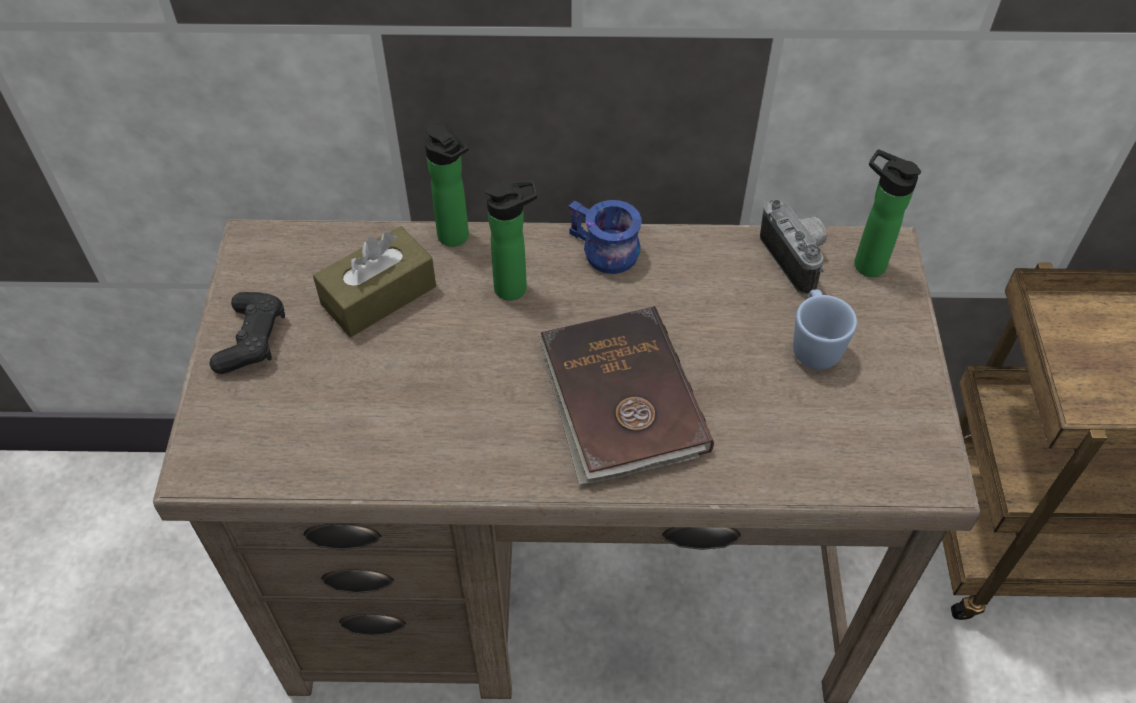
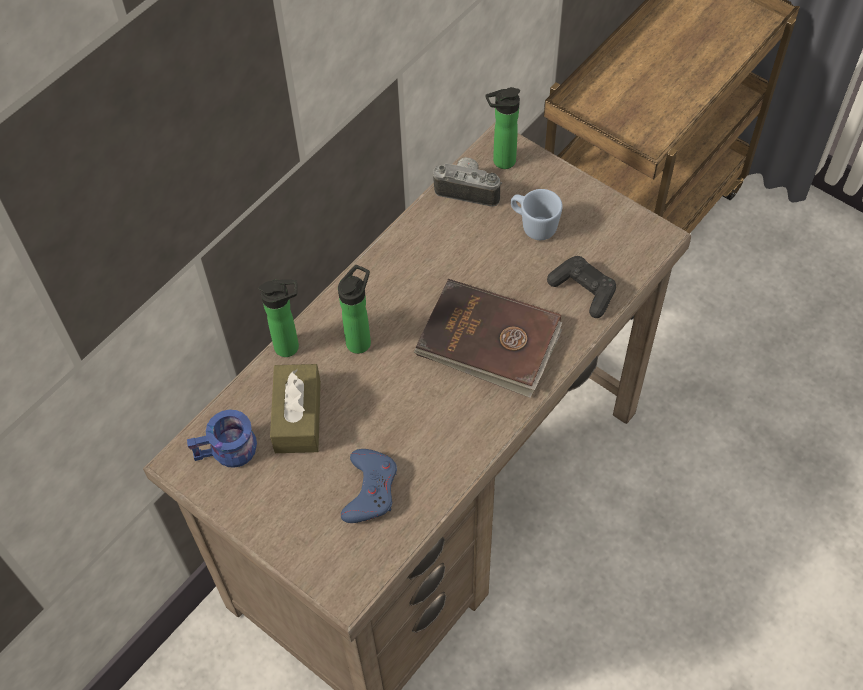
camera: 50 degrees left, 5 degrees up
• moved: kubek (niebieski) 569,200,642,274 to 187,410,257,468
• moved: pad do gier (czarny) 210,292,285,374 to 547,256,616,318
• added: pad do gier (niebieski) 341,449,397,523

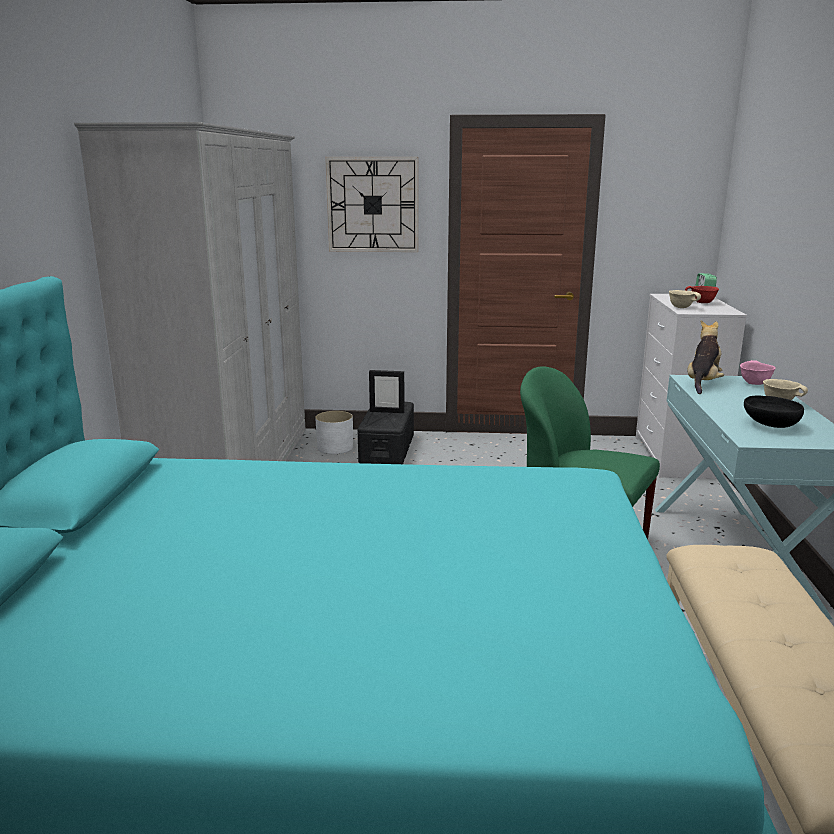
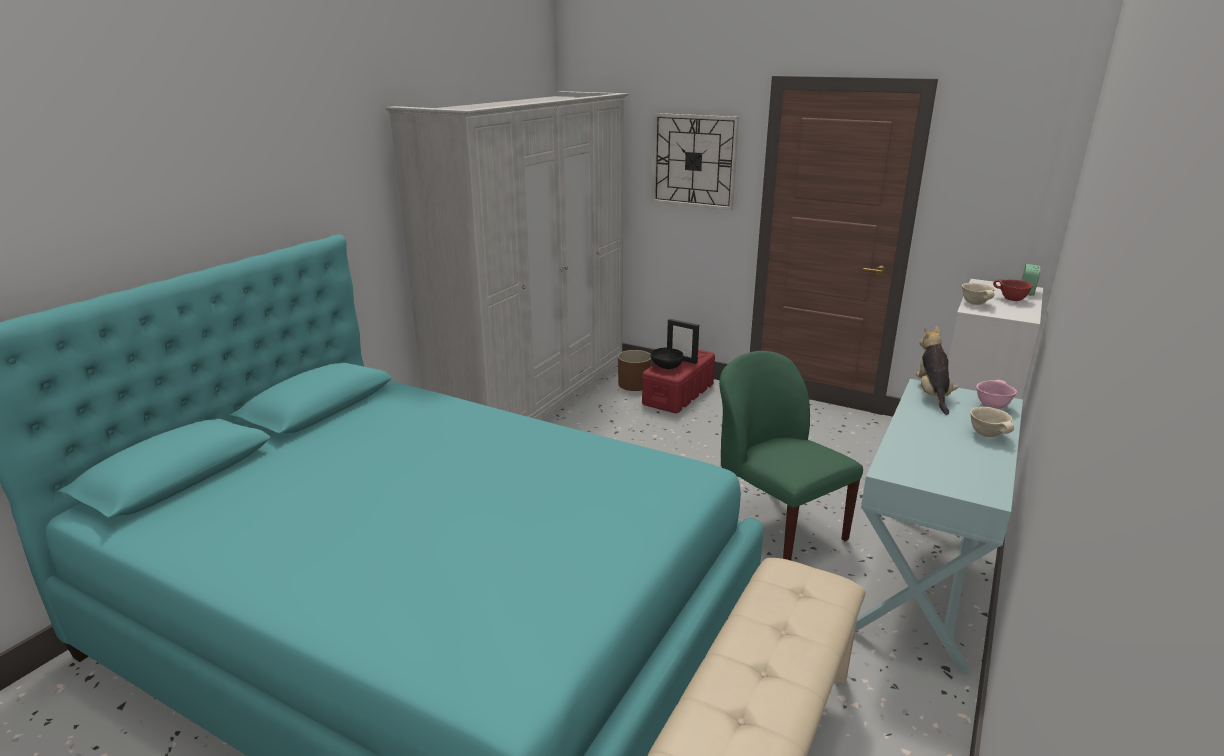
camera: 25 degrees right, 5 degrees up
• turned: pluszak 688,321,724,394 = 916,326,958,415 45 degrees counterclockwise
• moved: miska (czarny) 744,395,804,428 to 650,348,684,369
• recoloured: pojemnik do przechowywania (czarny) 358,402,414,464 to pojemnik do przechowywania (czerwony) 642,350,715,413
• recoloured: donica (biały) 315,411,353,454 to donica (brązowy) 618,350,652,391

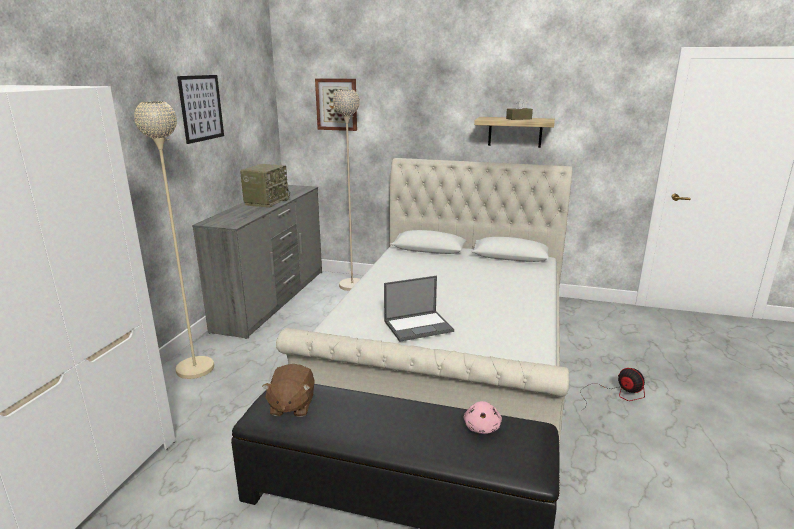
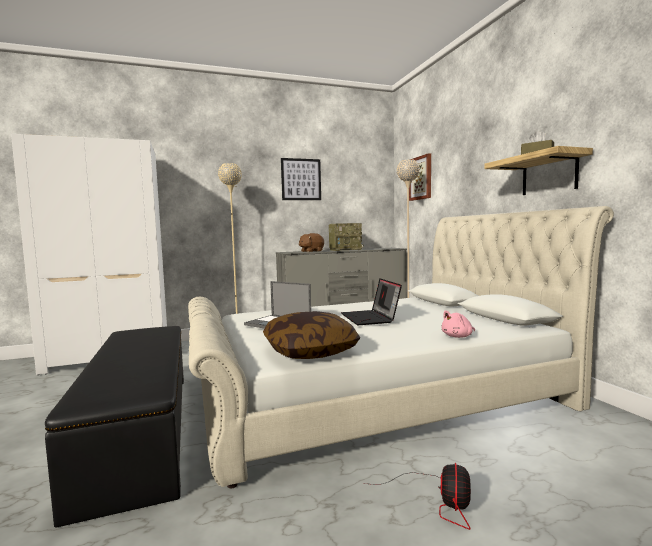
camera: 55 degrees right, 15 degrees down
• moved: pluszak (brązowy) 262,364,315,417 to 299,233,324,252
• moved: pluszak (różowy) 464,401,502,434 to 441,310,475,338
• added: laptop 341,278,402,325
• added: poduszka 263,311,360,359

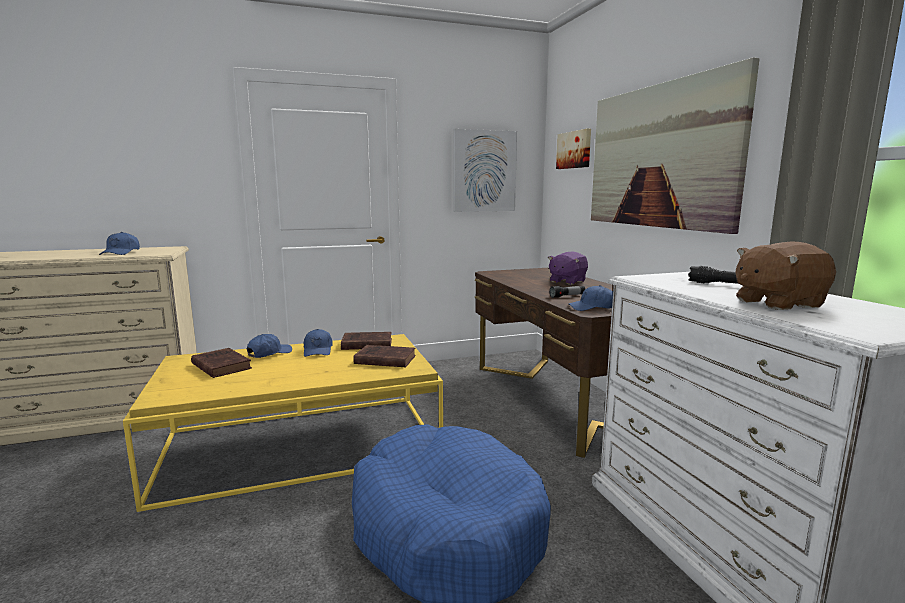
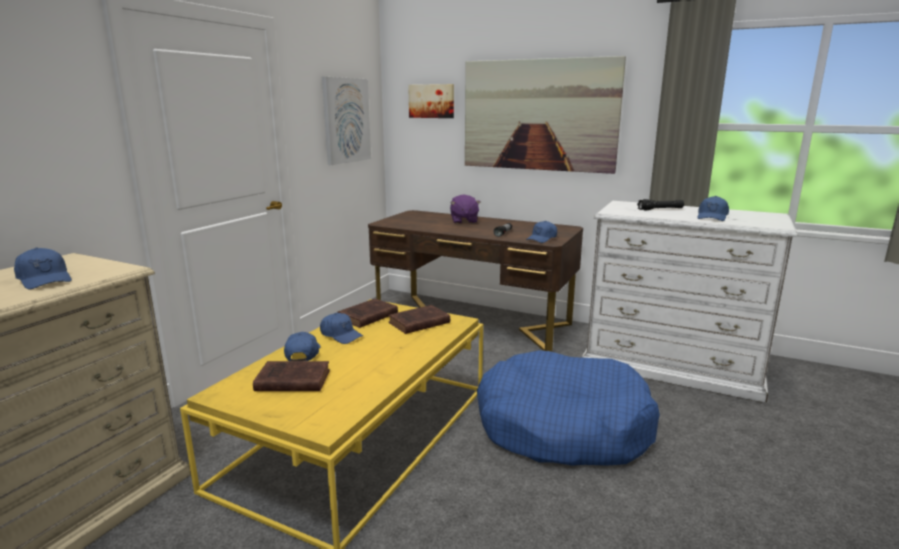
camera: 45 degrees left, 5 degrees up
• replaced: pluszak (brązowy) 735,242,836,310 to czapka z daszkiem (niebieski) 697,196,729,221

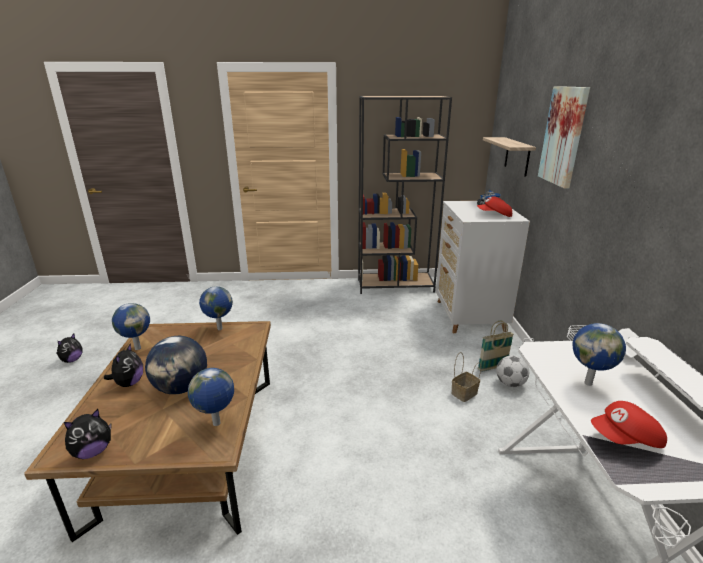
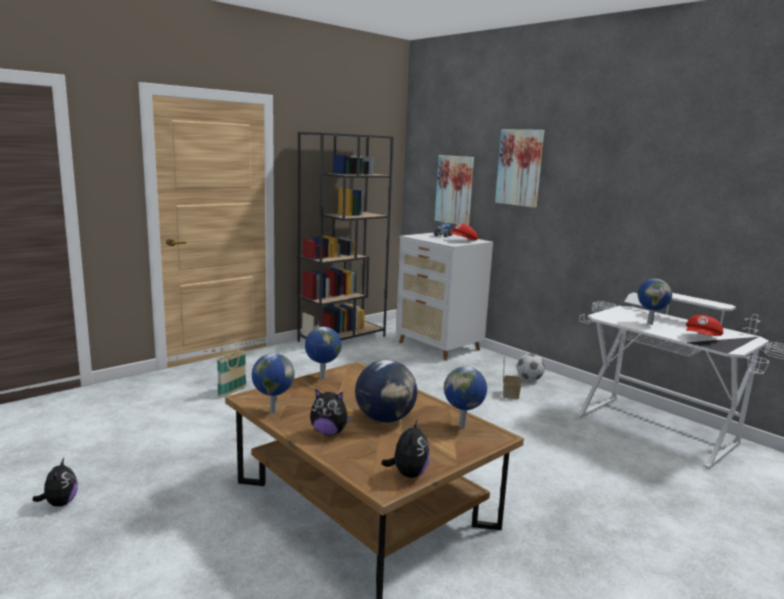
camera: 40 degrees left, 10 degrees down
• replaced: półka 483,137,536,177 to obraz 435,155,474,226
• moved: koszyk 478,321,514,371 to 217,339,247,398
• turned: pluszak 104,343,143,387 = 310,388,353,436 135 degrees clockwise

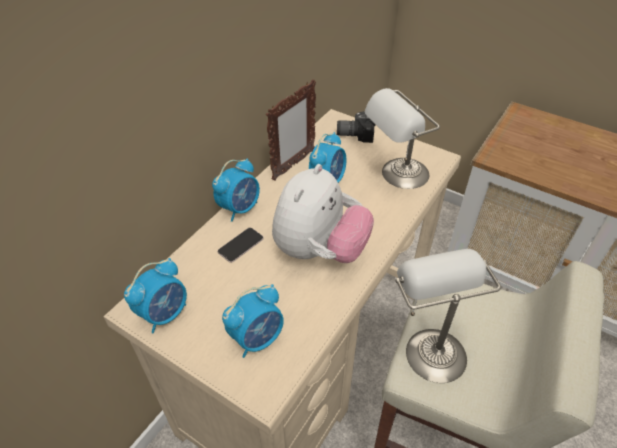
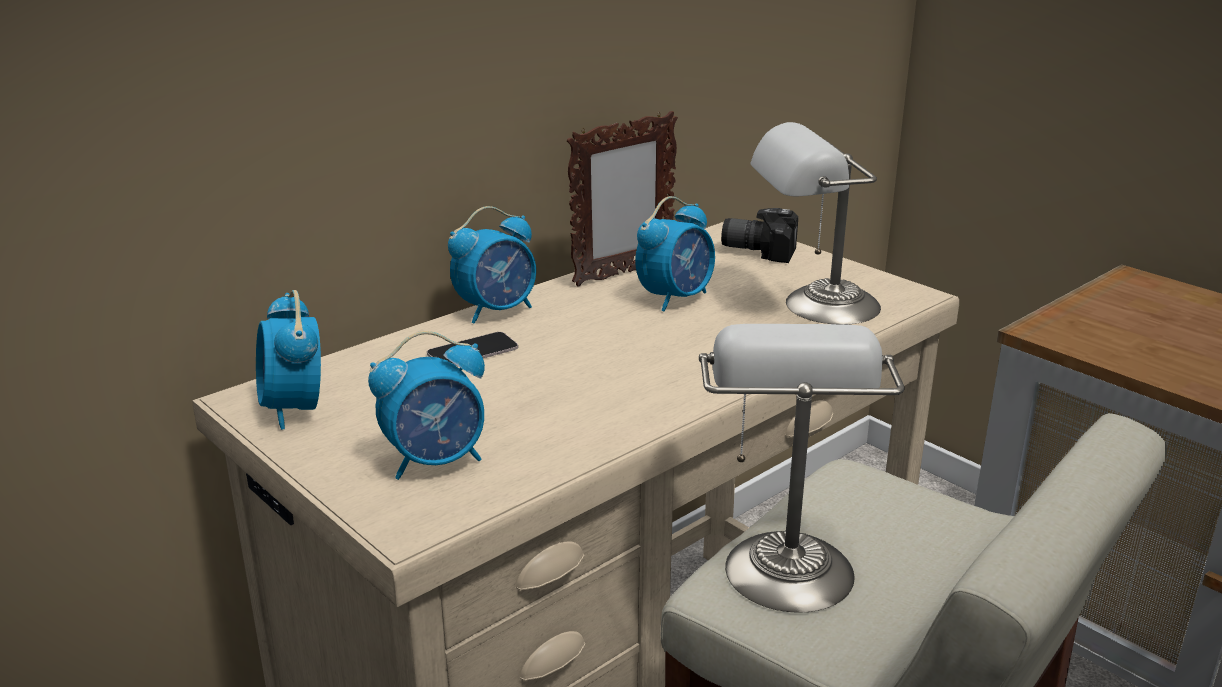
camera: 15 degrees right, 20 degrees down
• removed: pluszak 272,164,374,263
• turned: budzik 124,258,187,333 = 256,290,321,430 105 degrees clockwise

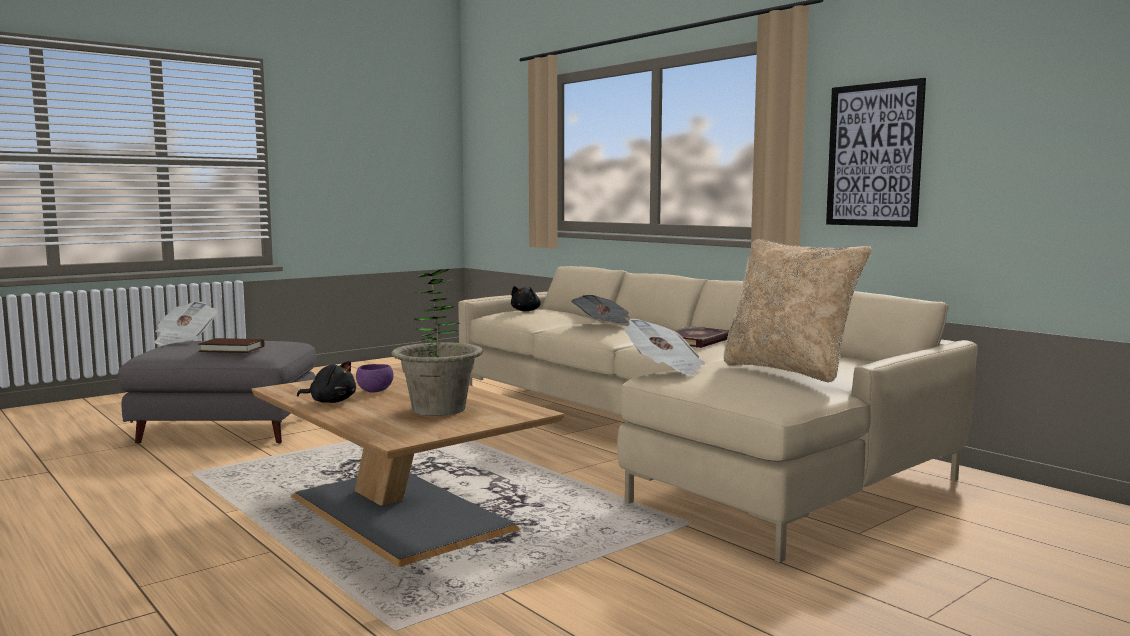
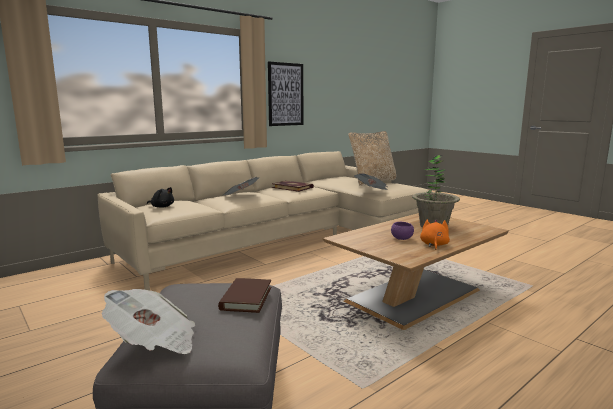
camera: 90 degrees left, 5 degrees up
• recoloured: pluszak (czarny) 297,361,356,403 to pluszak (pomarańczowy) 420,219,450,250

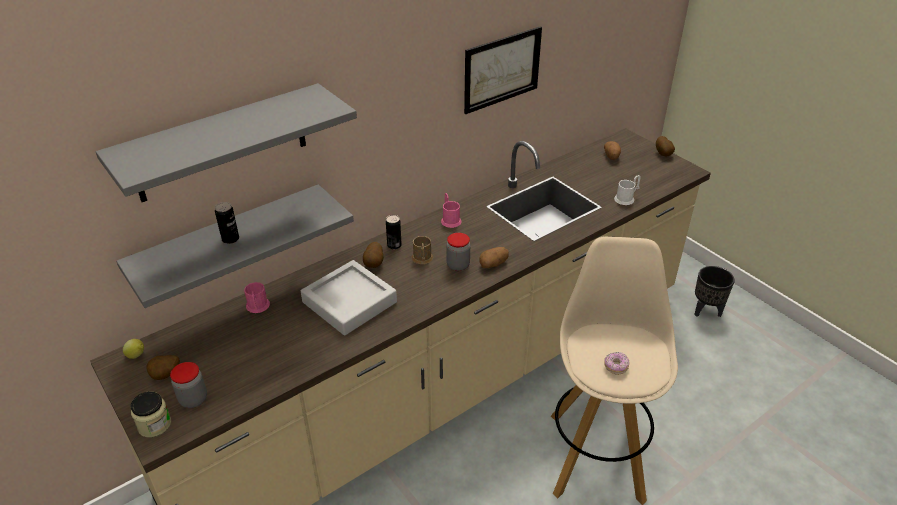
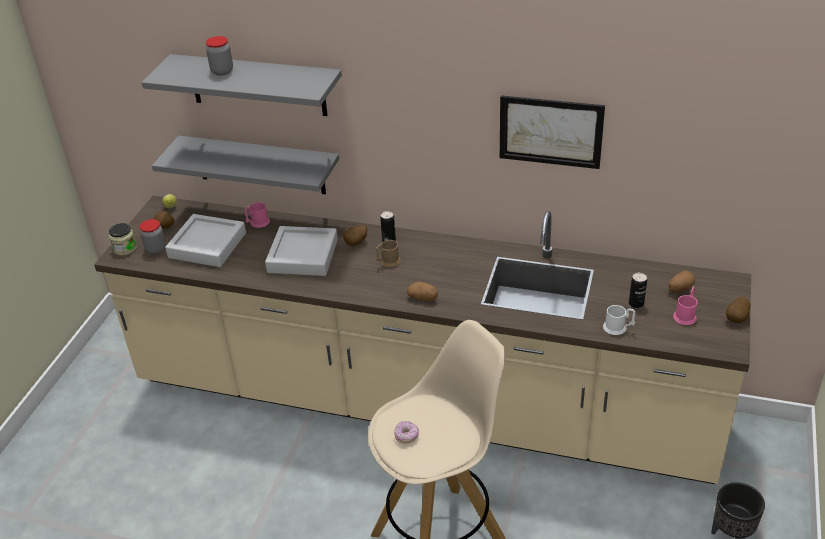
camera: 55 degrees right, 0 degrees up
• moved: kubek (różowy) 441,193,462,228 to 673,286,697,325
• moved: puszka 215,202,239,244 to 629,273,647,308
• moved: słoik 446,233,470,271 to 206,36,233,76
• added: taca (szary) 165,214,246,267

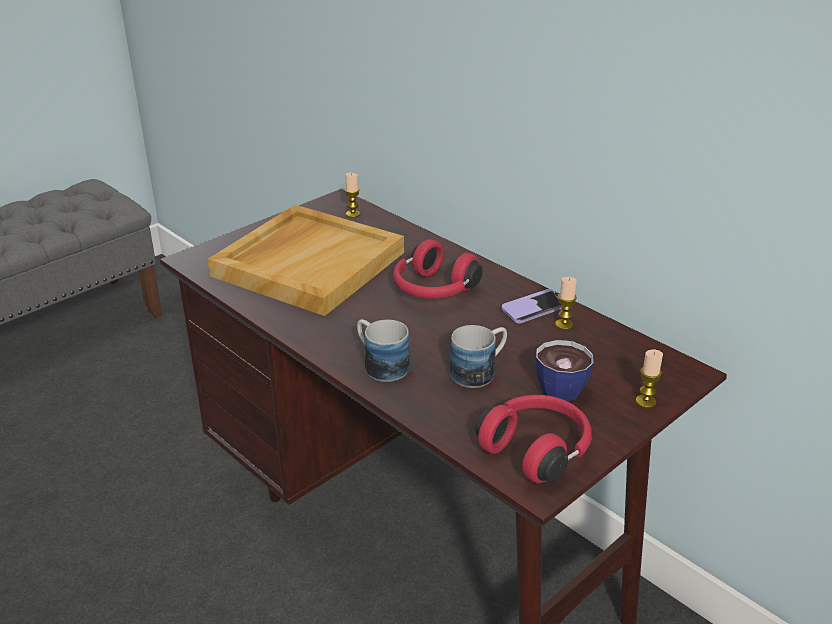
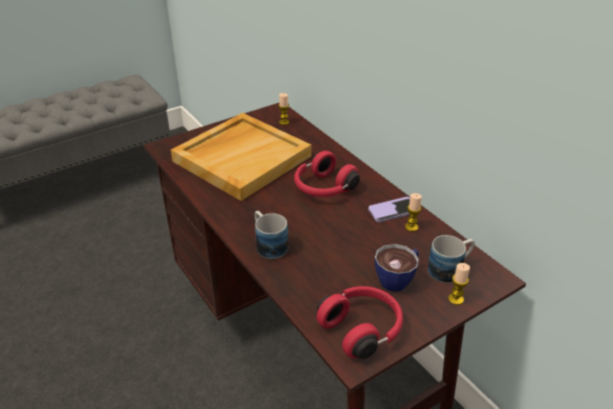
camera: 10 degrees right, 5 degrees up
• moved: kubek 450,325,507,388 to 427,235,475,283

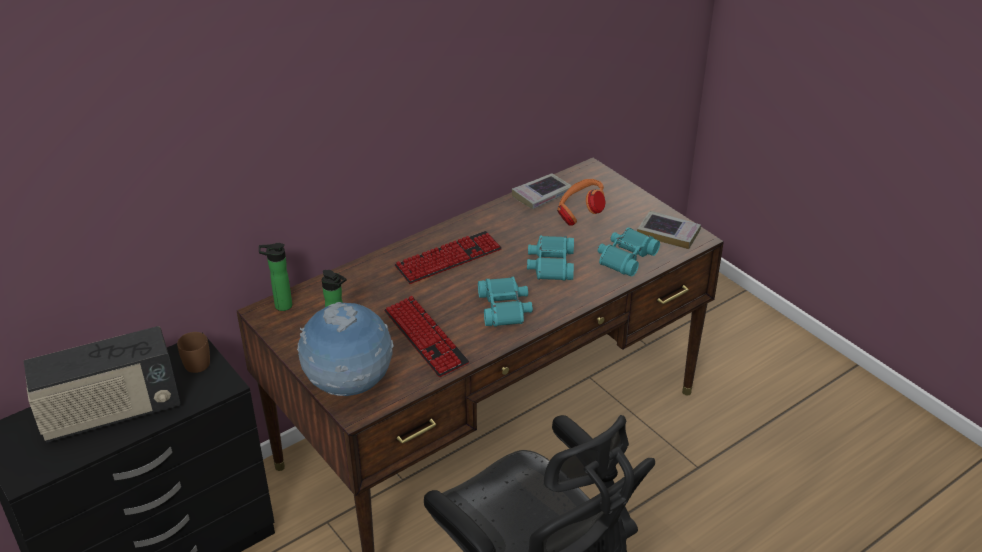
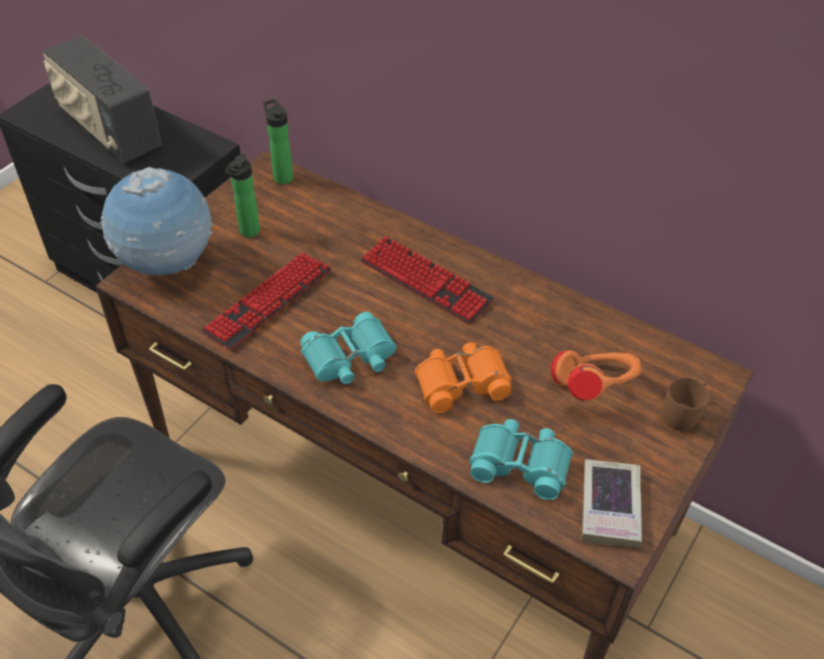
camera: 70 degrees right, 10 degrees up
• removed: książka 512,173,572,209
• recoloured: lornetka (turkusowy) 527,235,574,281 to lornetka (pomarańczowy) 415,342,512,413
• moved: kubek (brązowy) 177,332,210,373 to 663,377,709,431

